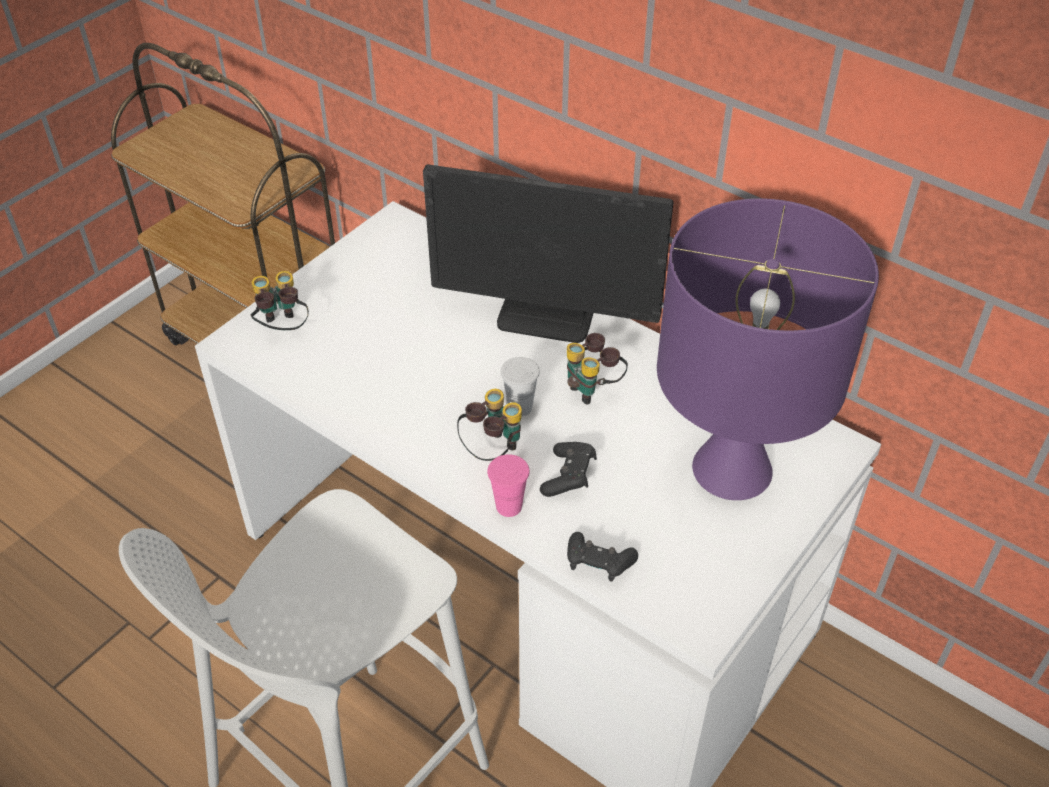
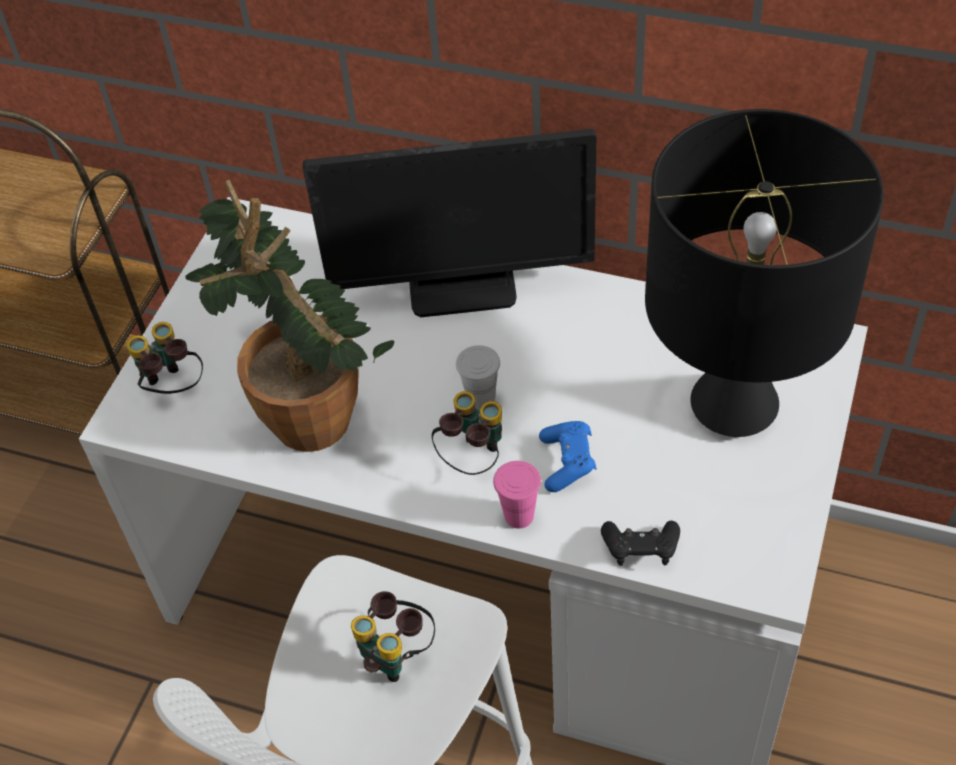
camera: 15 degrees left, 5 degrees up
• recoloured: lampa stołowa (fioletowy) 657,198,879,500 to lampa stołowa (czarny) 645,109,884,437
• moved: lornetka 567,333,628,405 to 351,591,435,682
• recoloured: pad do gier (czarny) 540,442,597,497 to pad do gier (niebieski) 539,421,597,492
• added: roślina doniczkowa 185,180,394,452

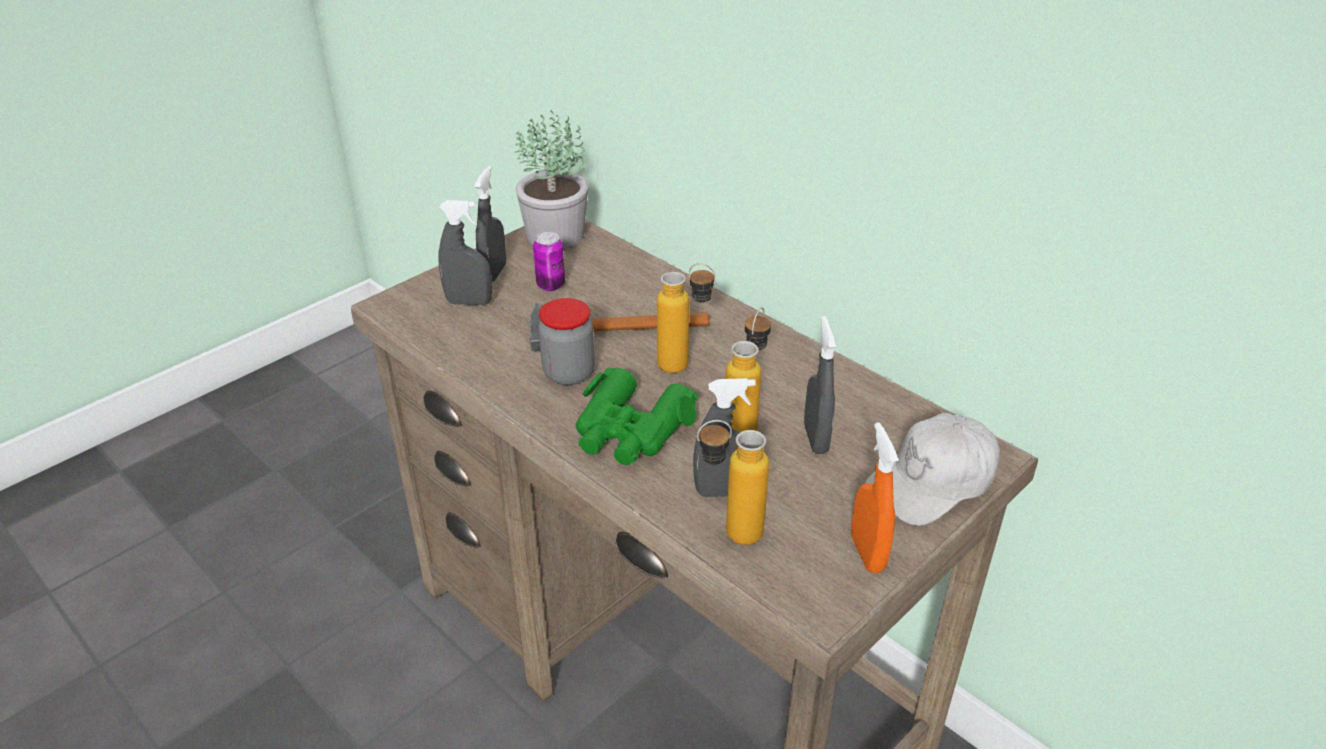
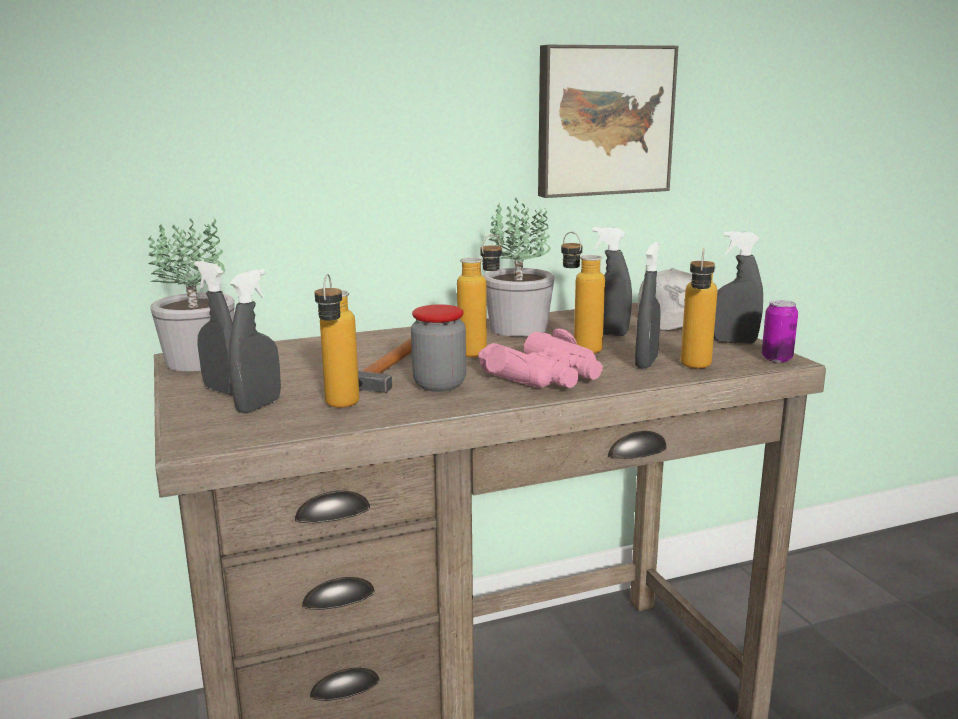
camera: 65 degrees left, 20 degrees down
• moved: puszka 533,232,565,291 to 761,300,798,363
• recoloured: lornetka (zielony) 576,368,698,465 to lornetka (różowy) 478,328,603,388
• recoloured: spryskiwacz (pomarańczowy) 851,422,899,573 to spryskiwacz (szary) 714,231,763,344
• added: obraz 538,45,678,198
• added: roślina doniczkowa 484,197,555,337
• added: butelka 315,274,359,408

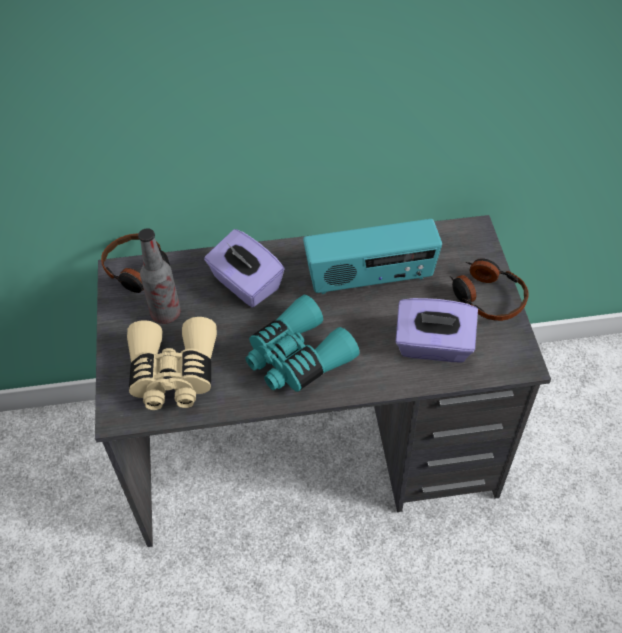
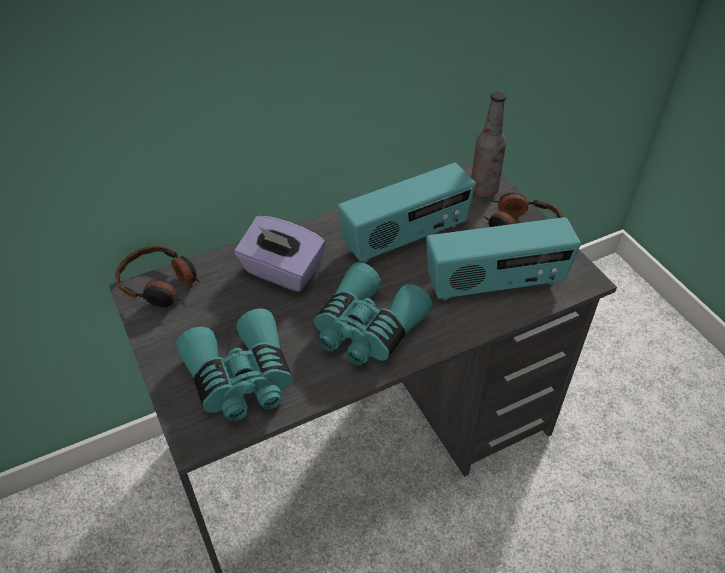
camera: 20 degrees left, 5 degrees down
• moved: butelka 138,228,181,324 to 471,91,507,197
• replaced: pudełko chusteczek (fioletowy) 396,298,478,362 to radio 426,217,581,300
• recoloured: lornetka (beżowy) 127,317,217,410 to lornetka (turkusowy) 176,309,293,421

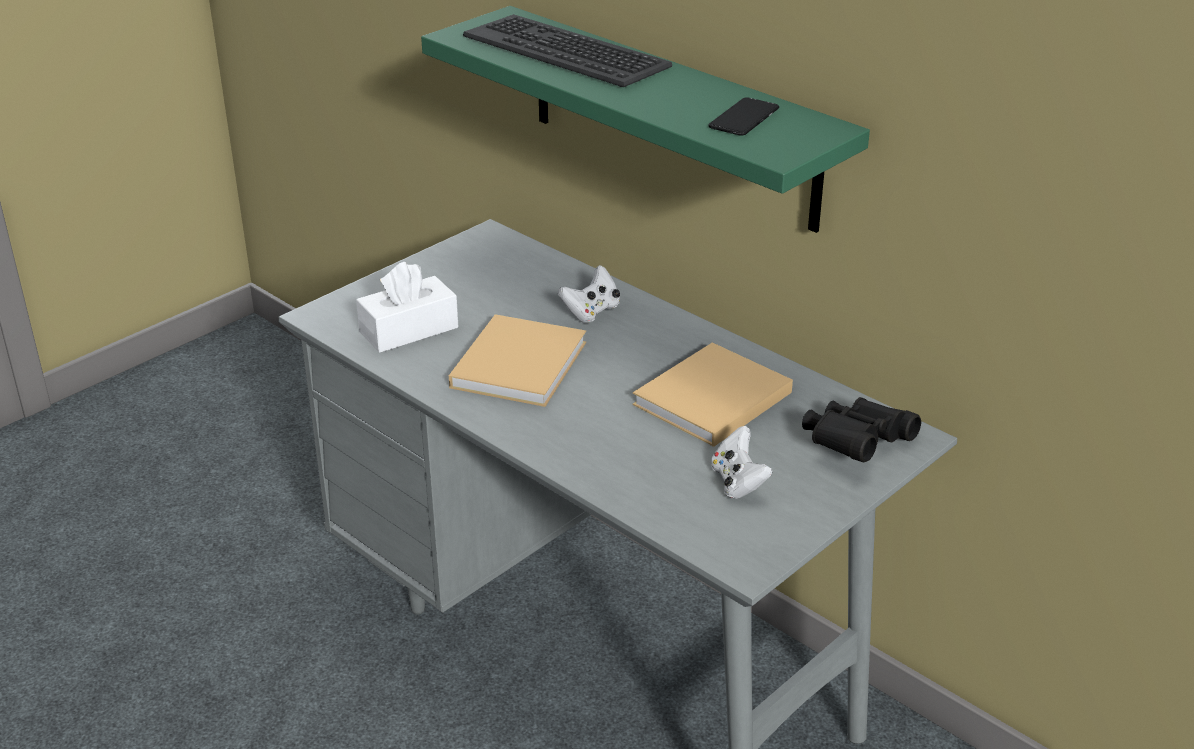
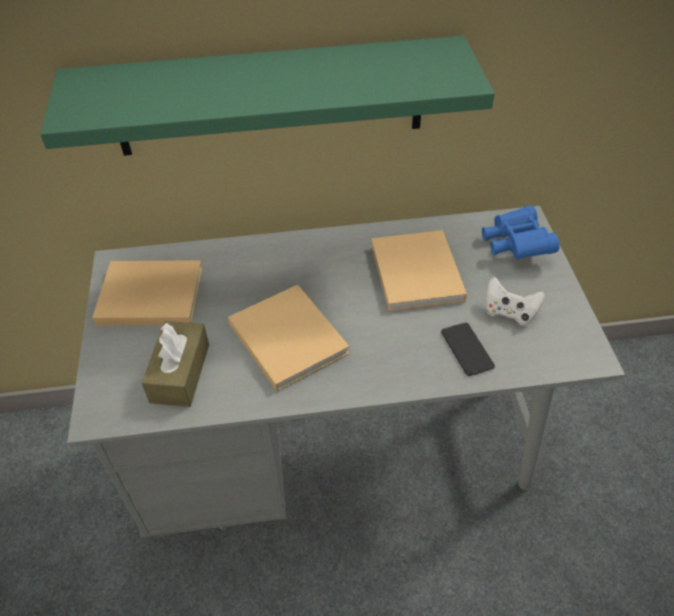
camera: 50 degrees left, 15 degrees up
• removed: klawiatura 463,14,672,87
• moved: telefon 708,97,779,135 to 441,323,495,376
• recoloured: pudełko chusteczek (biały) 356,262,458,353 to pudełko chusteczek (brązowy) 142,321,209,407
• removed: pad do gier (biały) 558,265,620,323
• recoloured: lornetka (czarny) 802,397,921,462 to lornetka (niebieski) 482,205,560,259
• added: książka (beżowy) 92,260,203,326

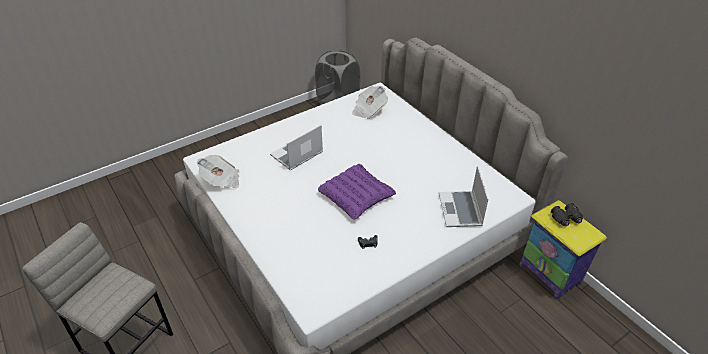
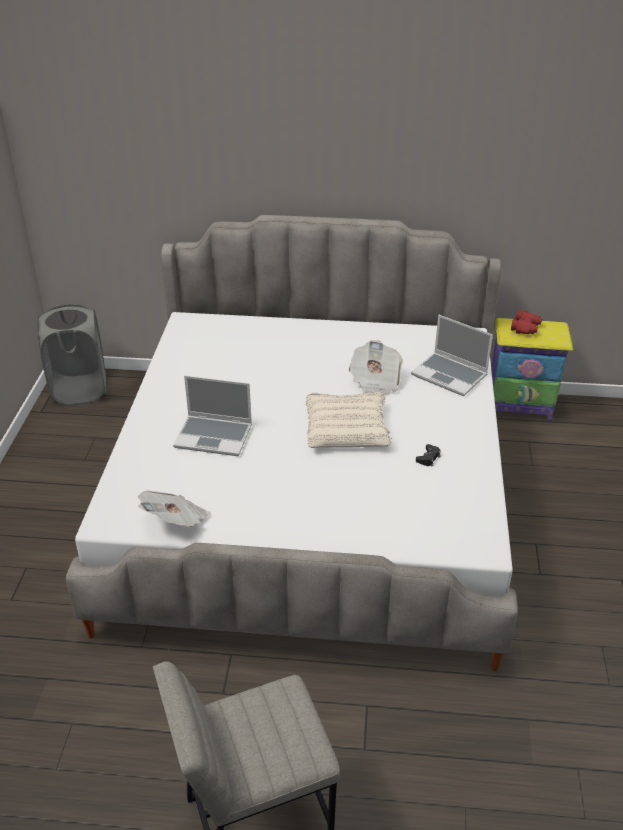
camera: 50 degrees left, 5 degrees down
• moved: gazeta 352,86,388,119 to 349,340,403,395
• turned: laptop 270,125,323,170 = 173,376,252,456 75 degrees counterclockwise
• recoloured: poduszka (fioletowy) 318,164,396,220 to poduszka (beżowy) 305,392,392,448
• recoloured: lornetka (czarny) 551,203,583,226 to lornetka (czerwony) 511,310,542,334

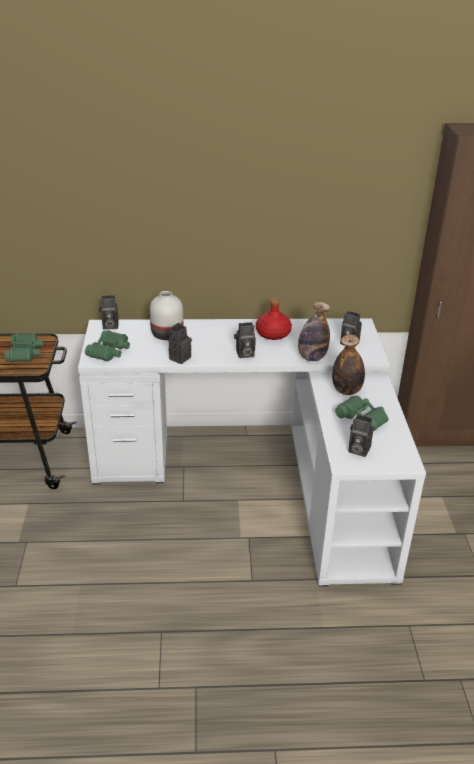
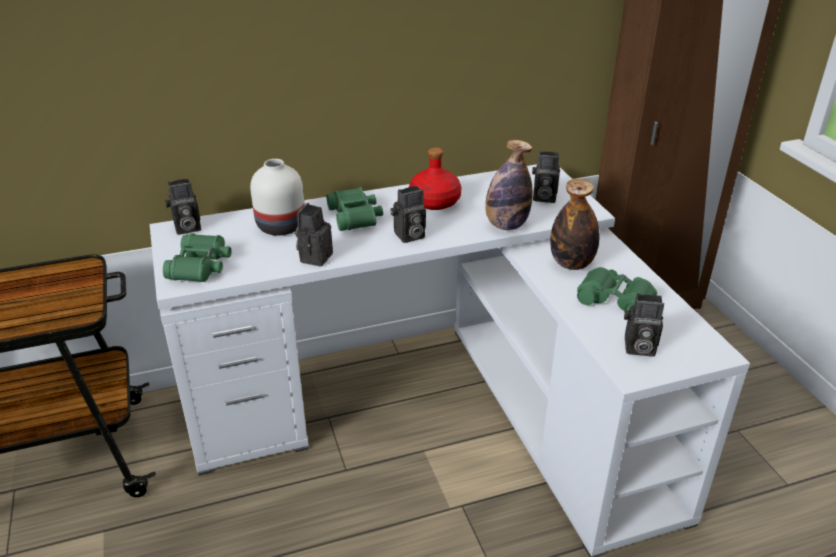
camera: 15 degrees left, 0 degrees up
• moved: lornetka (zielony) 5,334,43,362 to 327,187,383,231

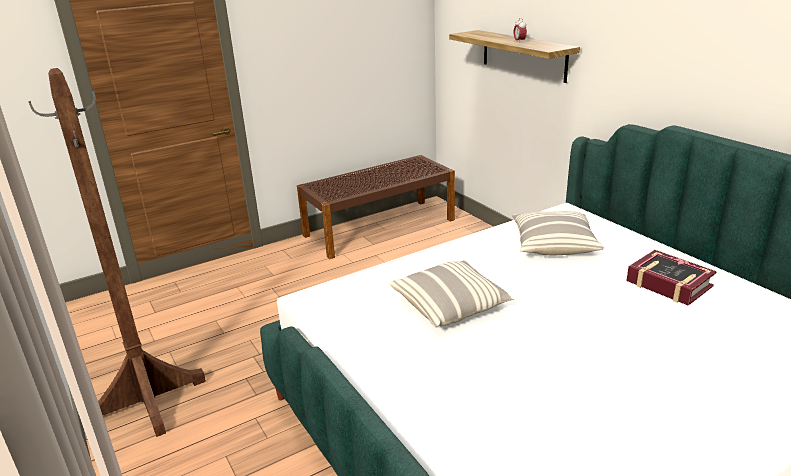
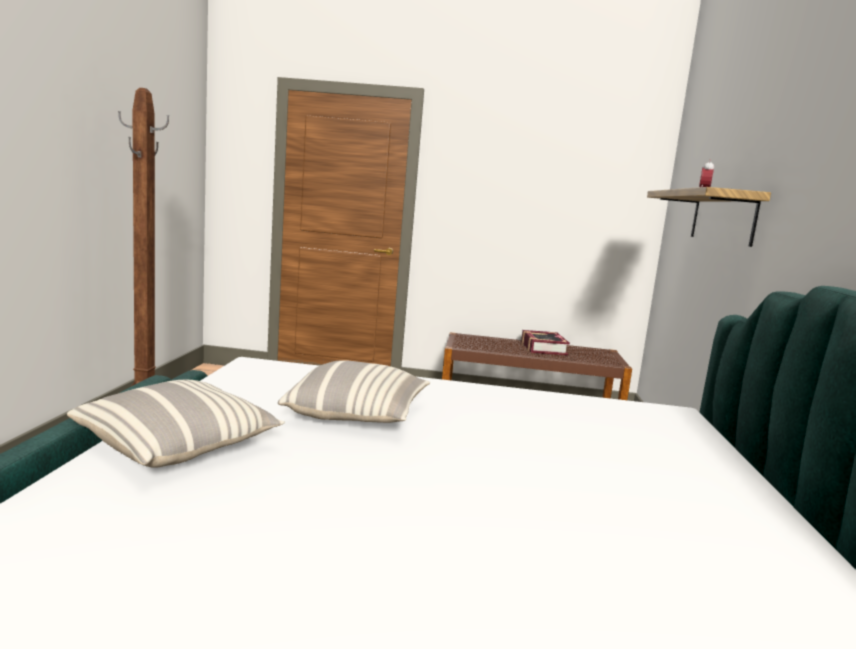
camera: 35 degrees right, 15 degrees down
• moved: poduszka 512,211,604,256 to 67,380,285,468
• moved: książka 626,250,717,306 to 521,330,570,355

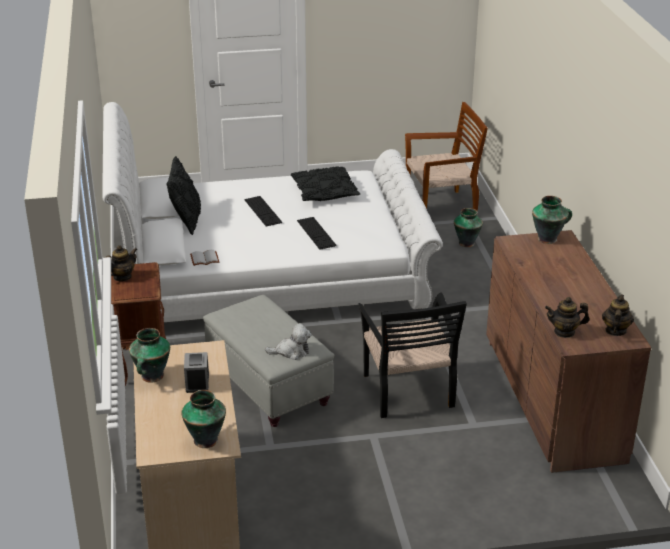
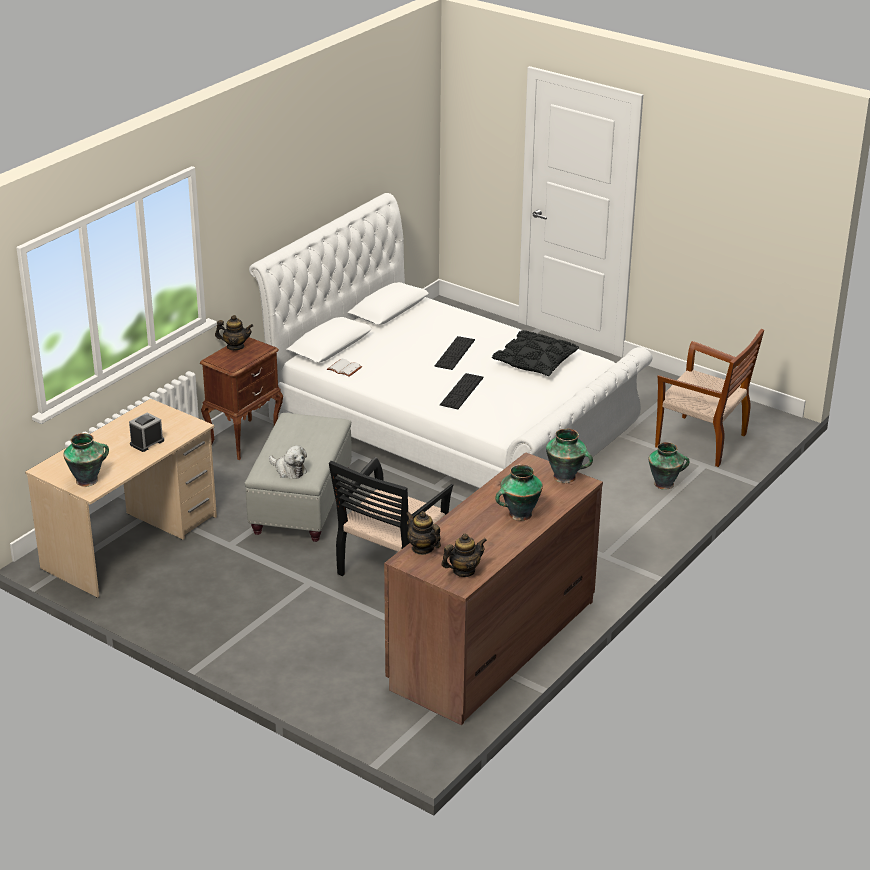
camera: 45 degrees right, 0 degrees up
• removed: poduszka (czarny) 166,156,201,235
• moved: wazon 129,328,170,383 to 495,464,543,521

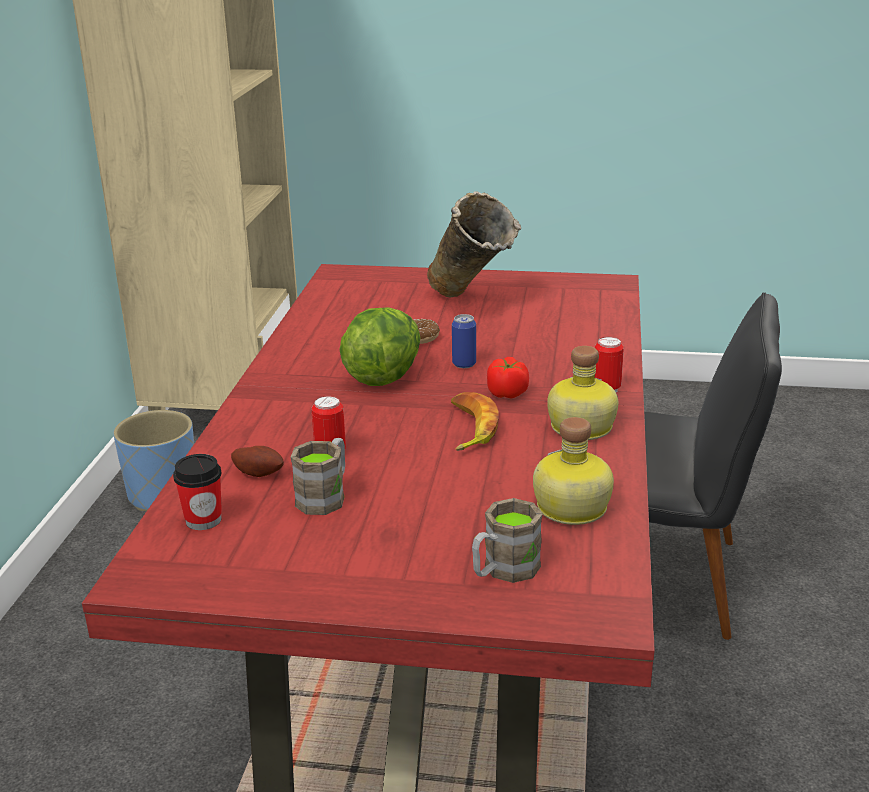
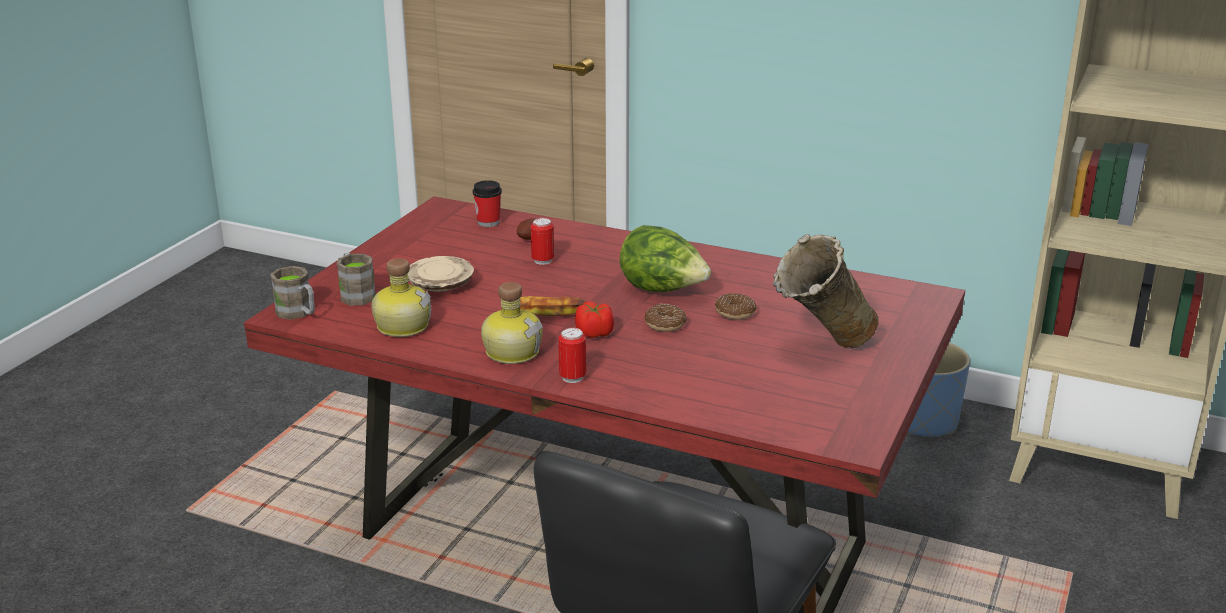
camera: 105 degrees right, 0 degrees up
• replaced: puszka 452,314,476,368 to donut 645,304,687,332
• moved: kubek (brązowy) 291,438,345,515 to 270,266,315,320
• added: talerz (beżowy) 408,256,474,292

